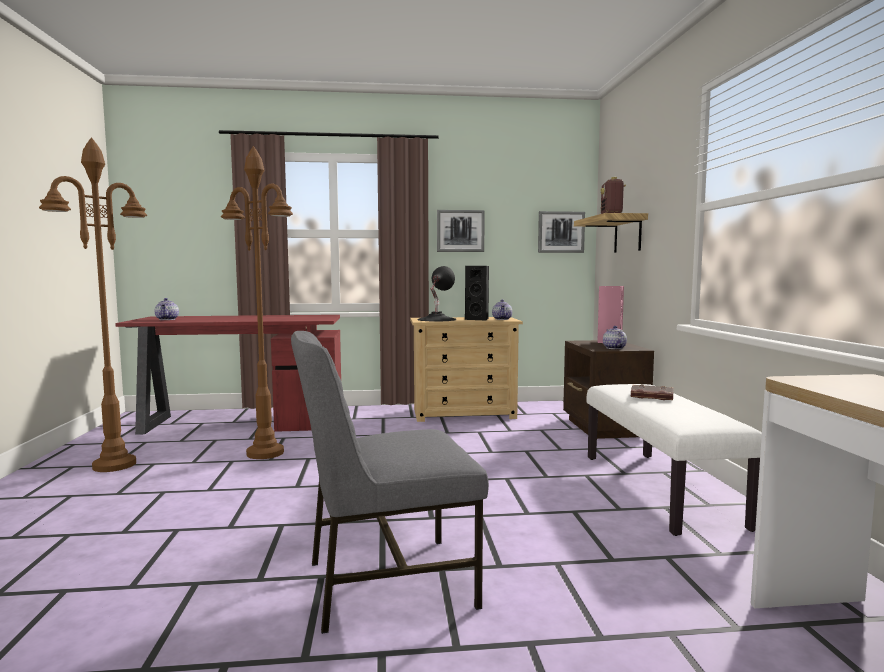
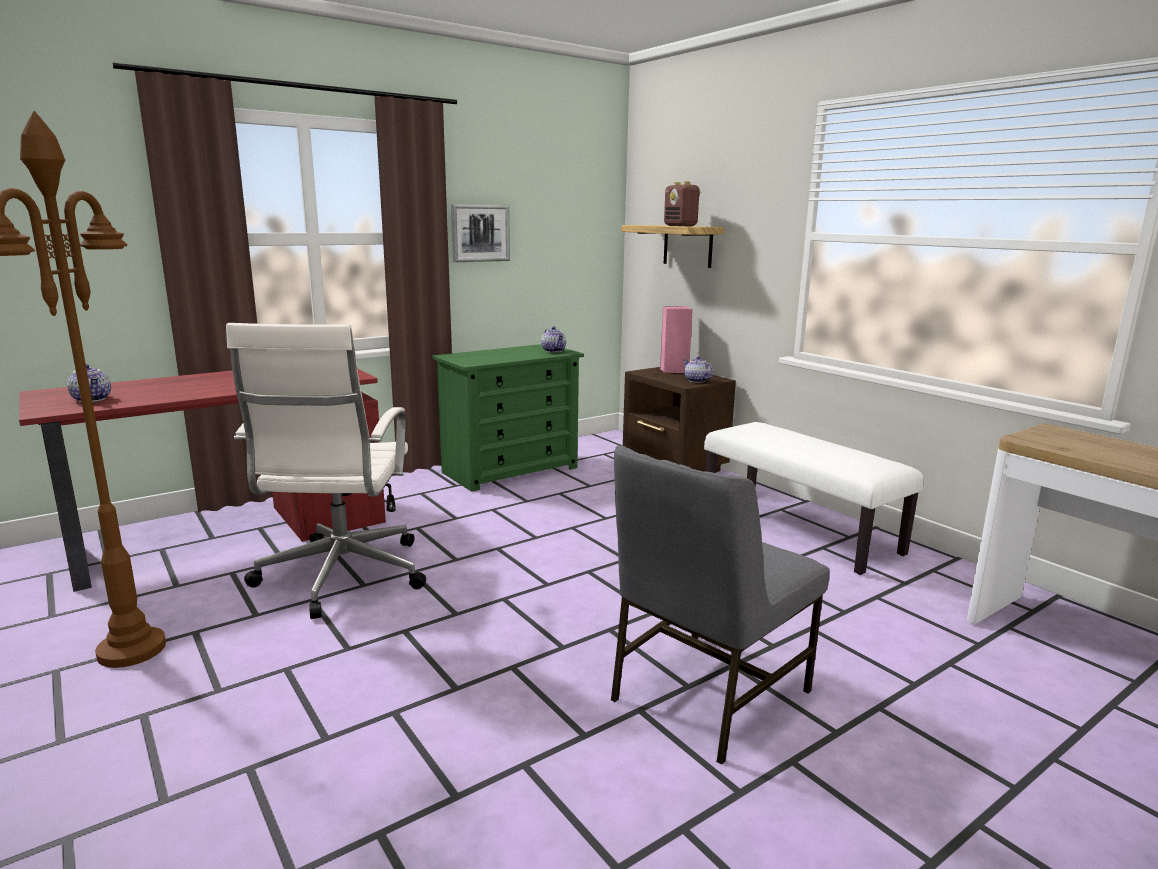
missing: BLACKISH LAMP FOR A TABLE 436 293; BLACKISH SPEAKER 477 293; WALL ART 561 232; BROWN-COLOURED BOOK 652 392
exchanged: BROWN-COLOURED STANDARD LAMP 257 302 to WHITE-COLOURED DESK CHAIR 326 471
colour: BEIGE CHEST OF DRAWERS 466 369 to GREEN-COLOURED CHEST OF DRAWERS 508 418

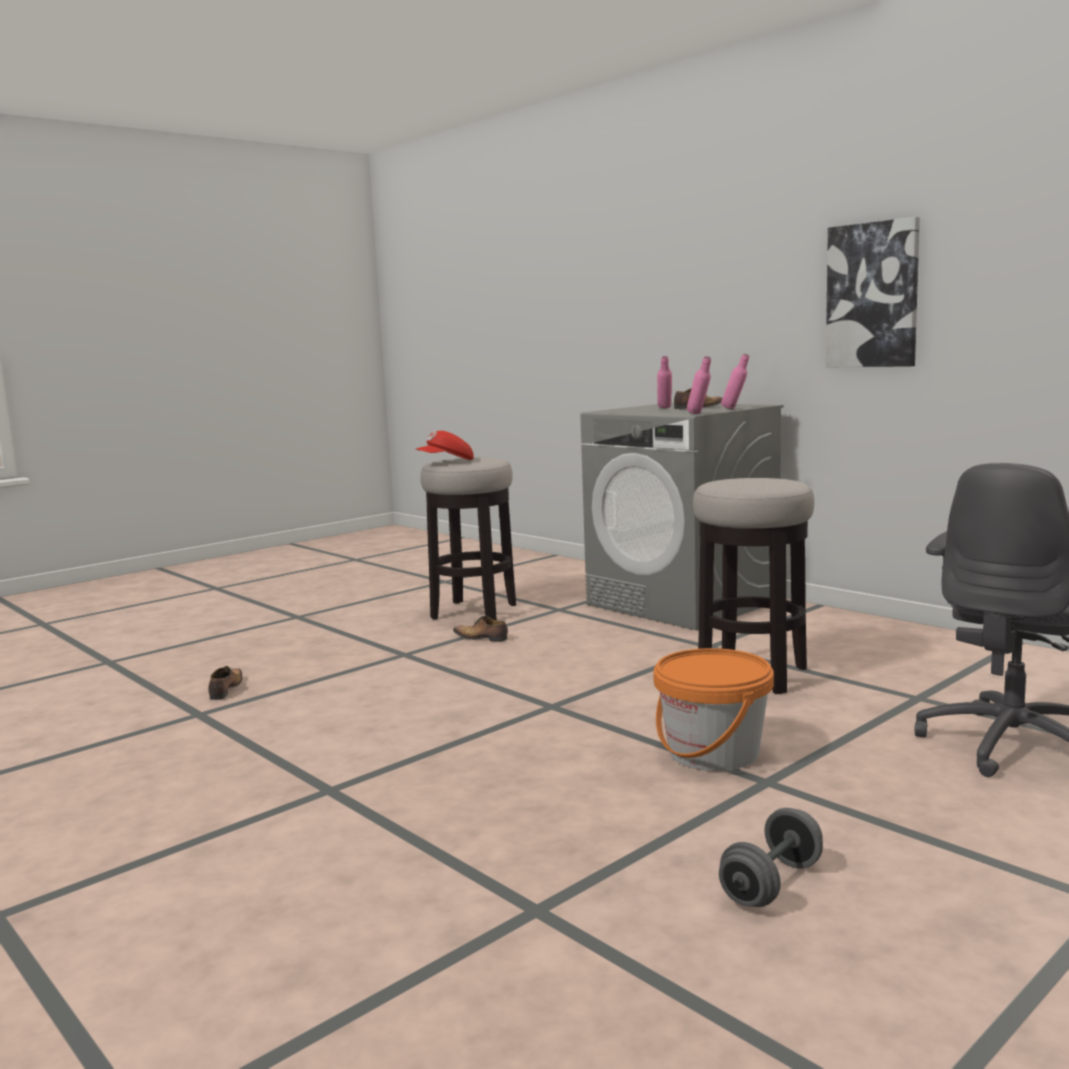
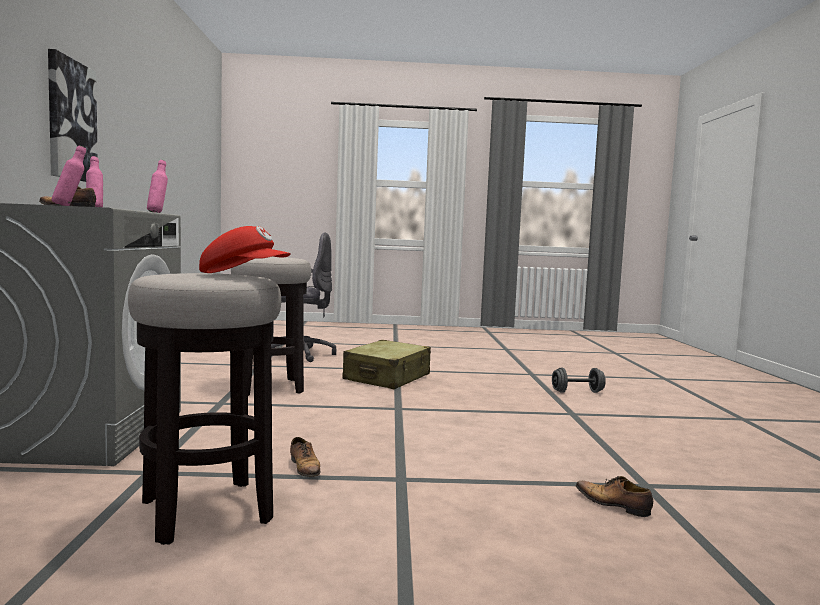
relocated: GREY DUMBBELL 771 857 to 579 380
exchanged: ORANGEY WATER BUCKET 713 709 to BEIGE PIECE OF LUGGAGE 386 364
spun: SHOE 225 683 = 614 496 90 degrees clockwise

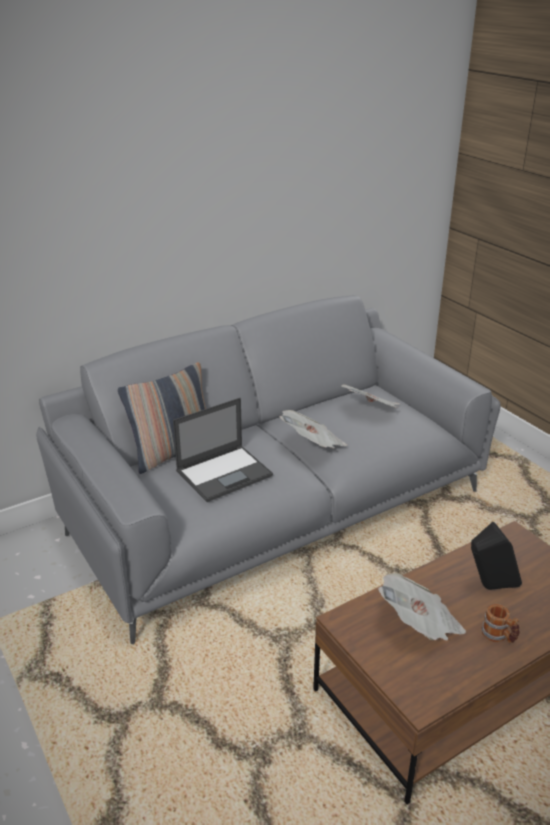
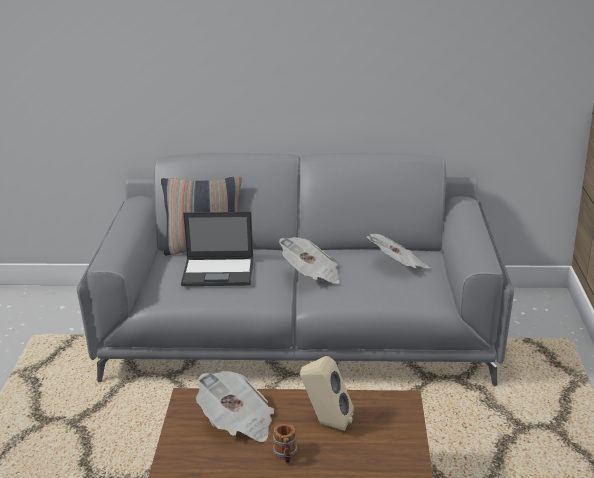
colour: BLACKISH SPEAKER 496 556 to BEIGE SPEAKER 327 393

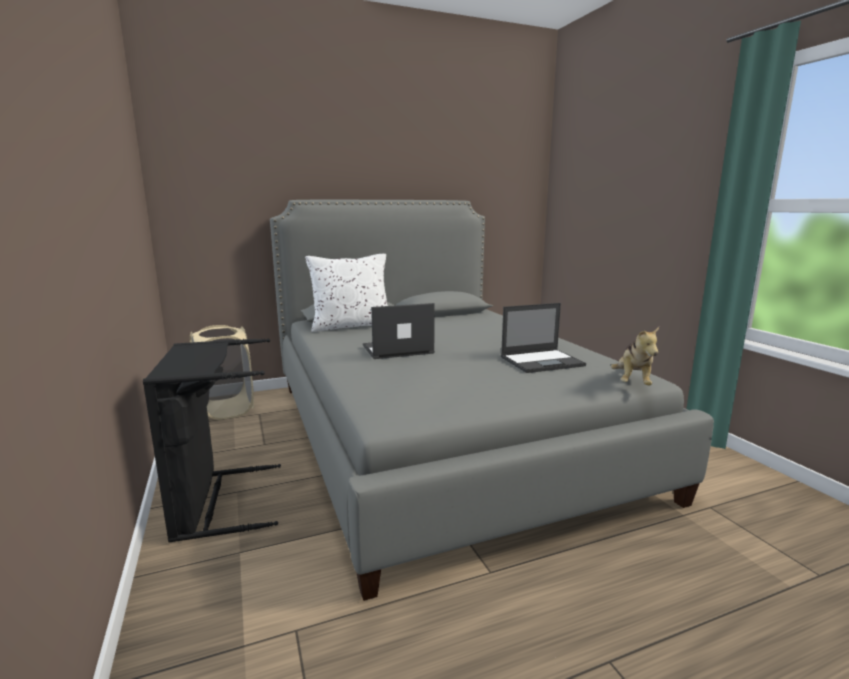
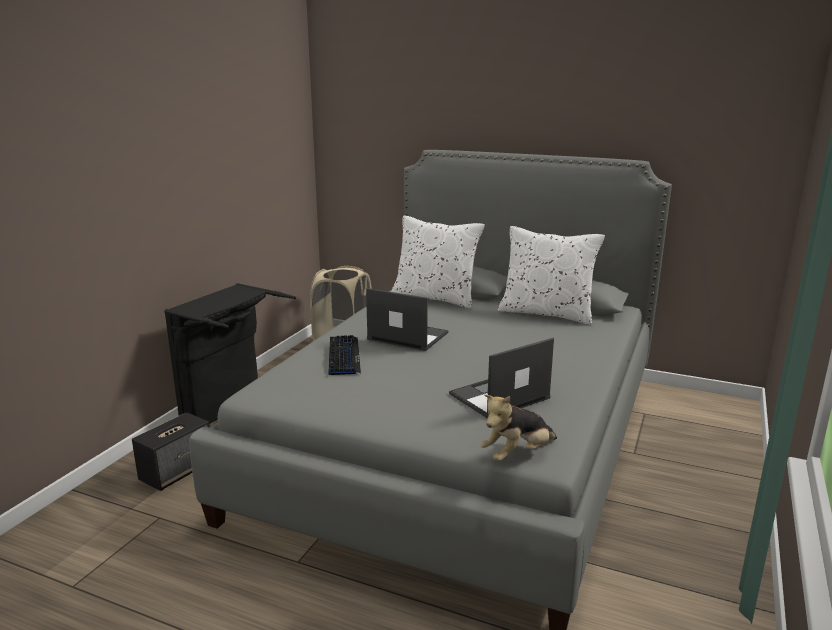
appeared: SPEAKER 171 451; COMPUTER KEYBOARD 344 355; WHITE-COLOURED PILLOW 551 275
spun: NOTEBOOK COMPUTER 543 338 = 501 378 120 degrees clockwise

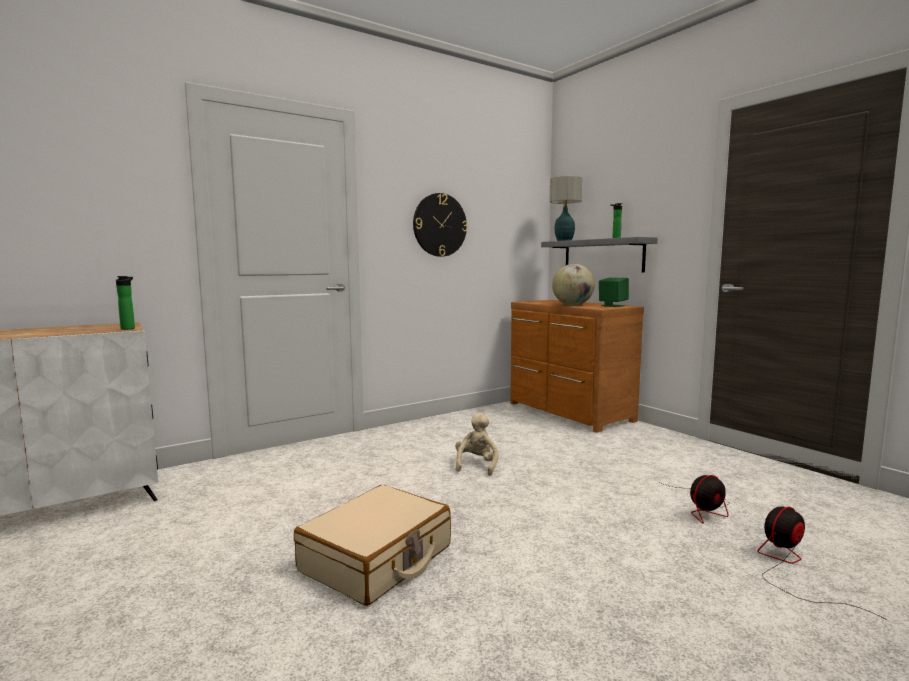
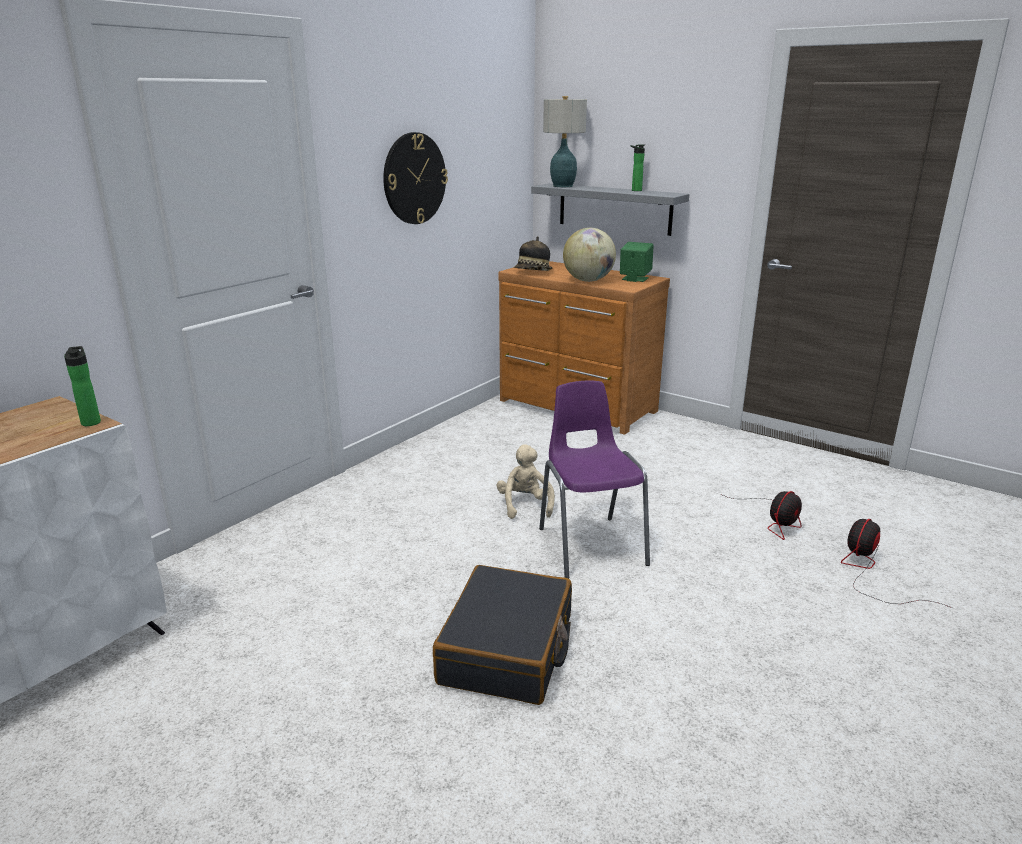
appeared: CLOTHING HAT 533 253; PURPLE-COLOURED CHAIR 594 479
colour: BEIGE PIECE OF LUGGAGE 372 545 to BLACKISH PIECE OF LUGGAGE 502 635

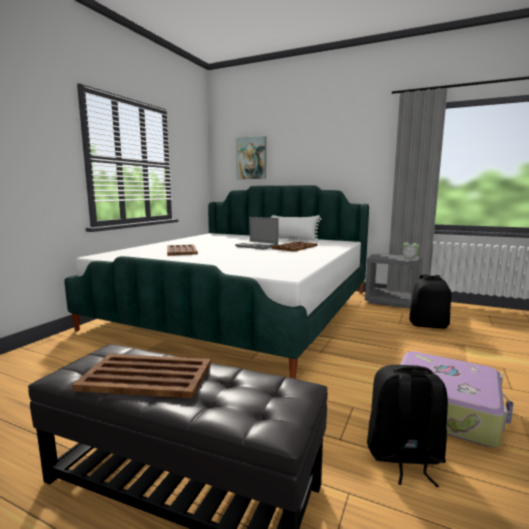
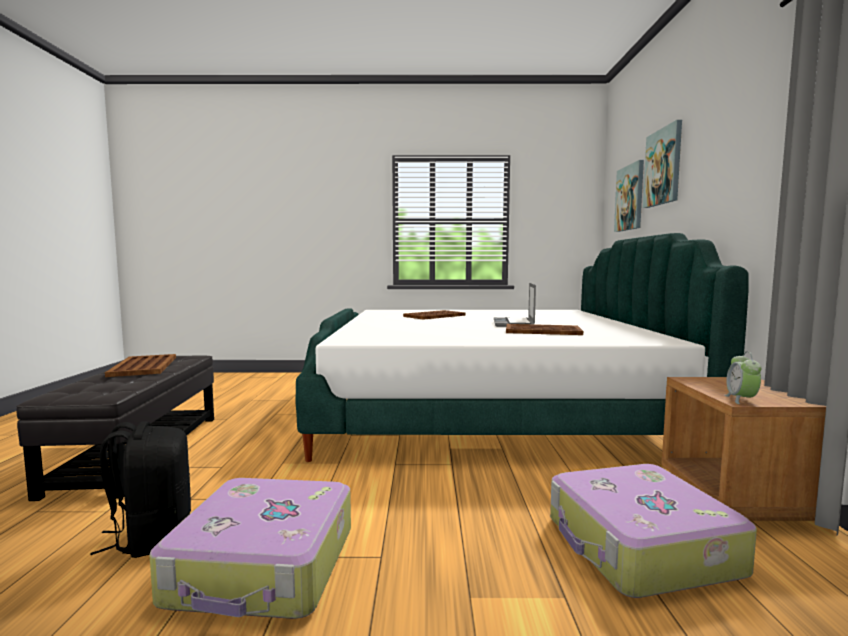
missing: WHITE-COLOURED PILLOW 296 228
appeared: WALL ART 662 164
exchanged: BLACKISH RUCKSACK 430 301 to PIECE OF LUGGAGE 653 531
colour: GREY NIGHTSTAND 392 280 to BROWN-COLOURED NIGHTSTAND 743 449

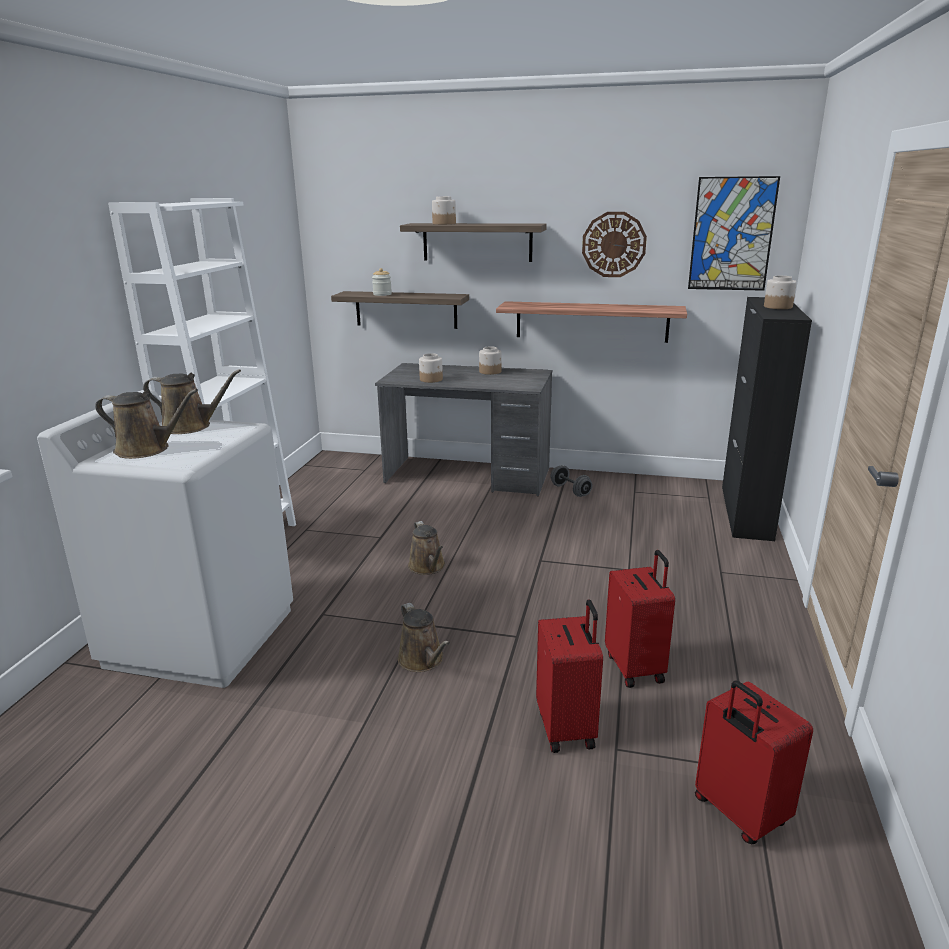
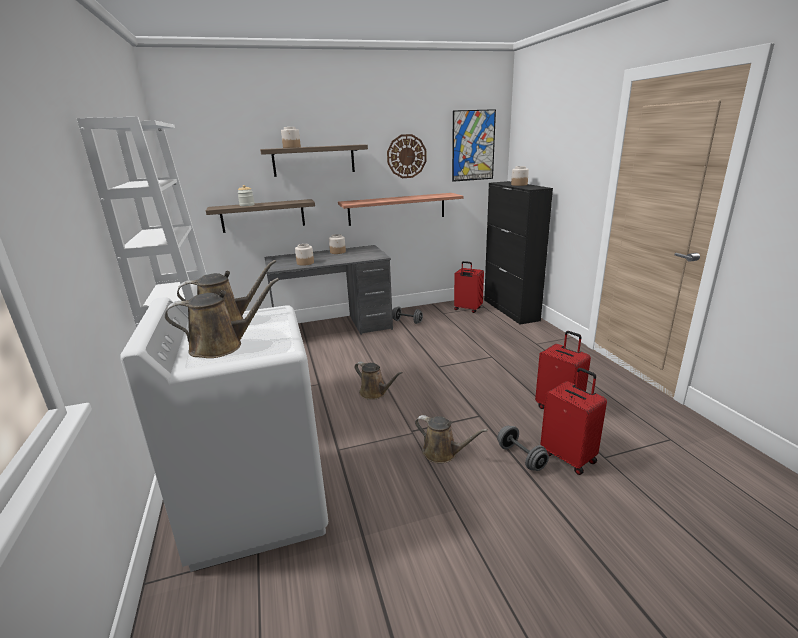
appeared: GREY DUMBBELL 523 448
relocated: RED PIECE OF LUGGAGE 754 762 to 469 287

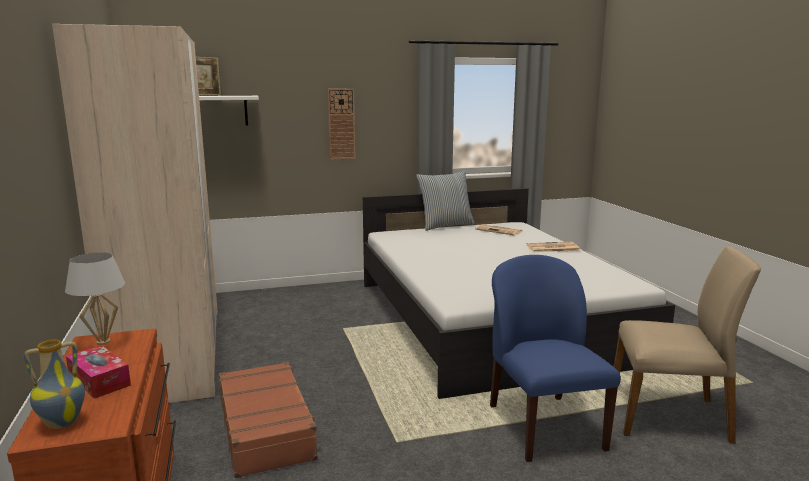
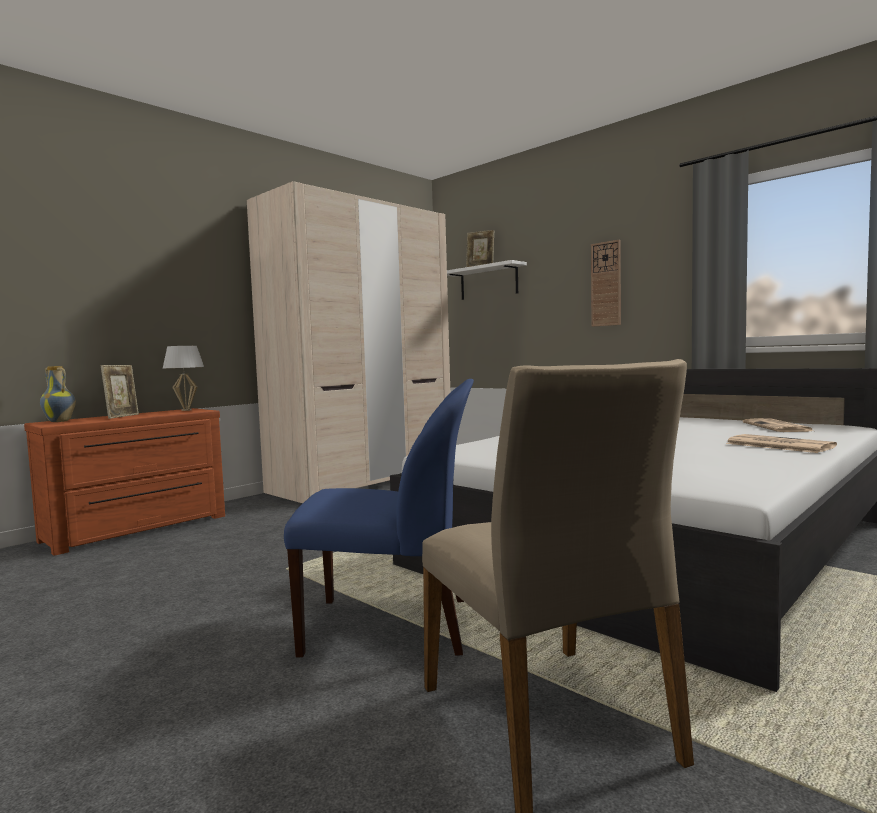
missing: BROWN-COLOURED PIECE OF LUGGAGE 270 420; PILLOW 446 200
exchanged: BOX OF TISSUES 98 372 to PICTURE FRAME 120 392
spun: BLUE CHAIR 555 358 = 379 518 45 degrees clockwise

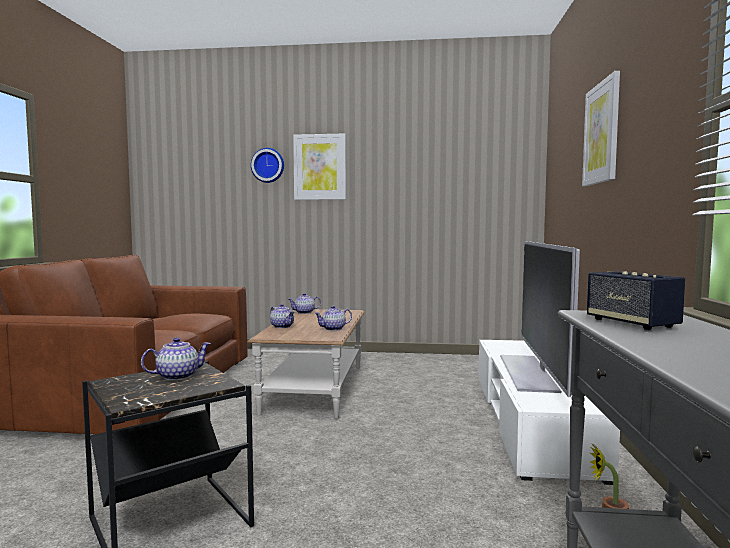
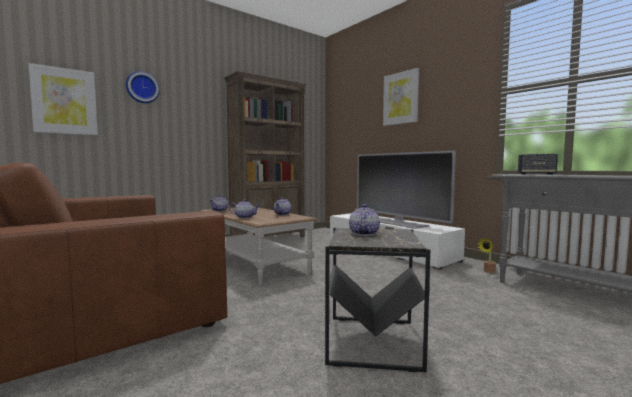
appeared: BROWN-COLOURED SHELVING UNIT 265 154
relocated: WALL ART 319 167 to 63 99

